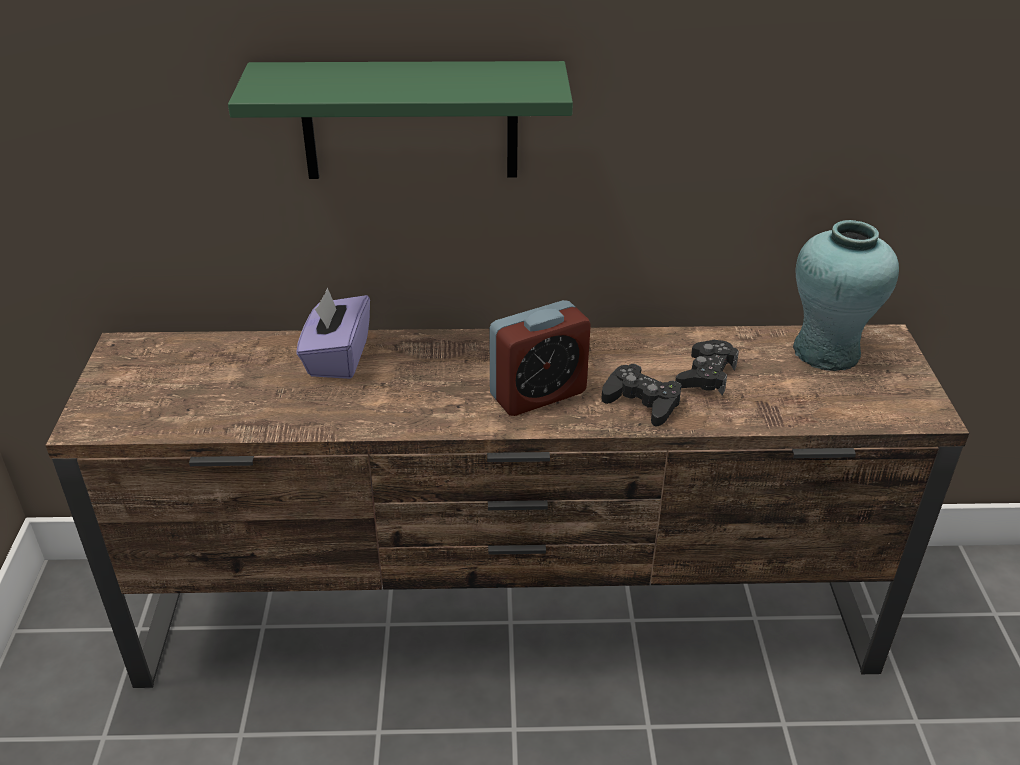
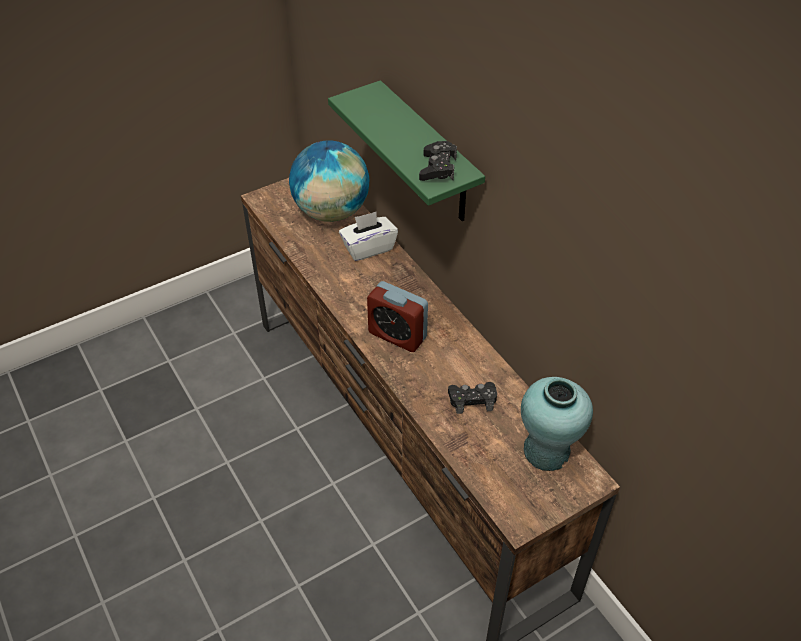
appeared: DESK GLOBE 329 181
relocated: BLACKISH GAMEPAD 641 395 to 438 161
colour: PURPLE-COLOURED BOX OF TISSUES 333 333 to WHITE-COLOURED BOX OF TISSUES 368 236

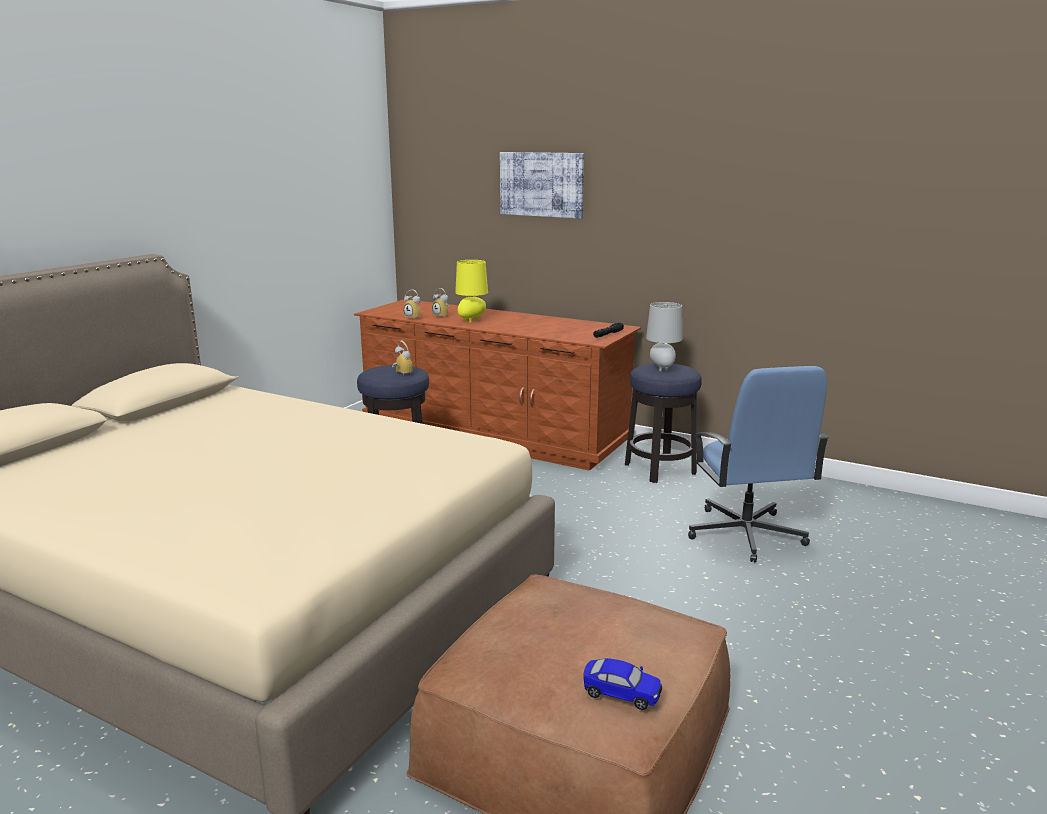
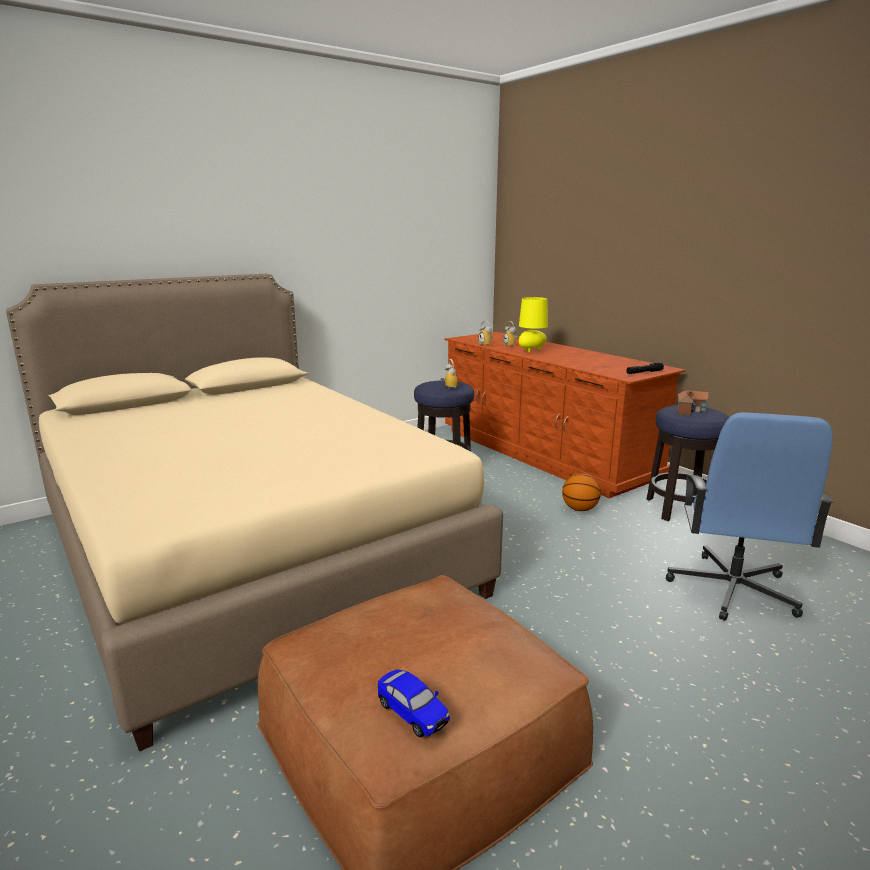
missing: WALL ART 542 185
appeared: BALL FOR BASKETBALL 581 492
exchanged: GREY LAMP FOR A TABLE 664 336 to MINIATURE HOUSE 693 402

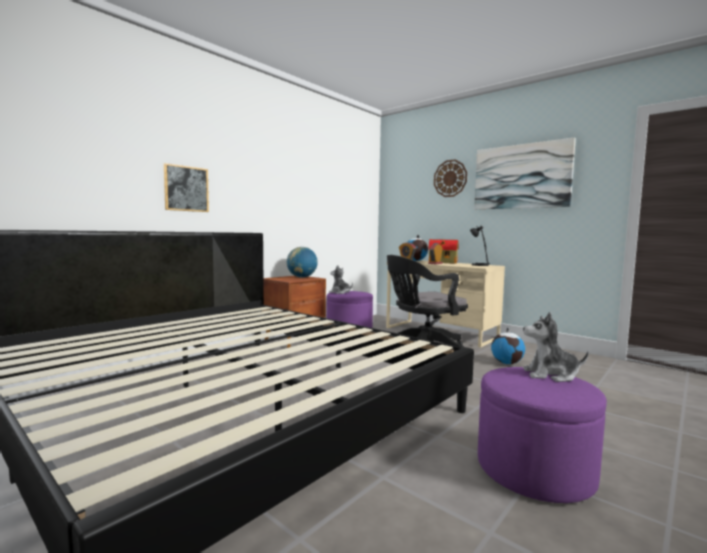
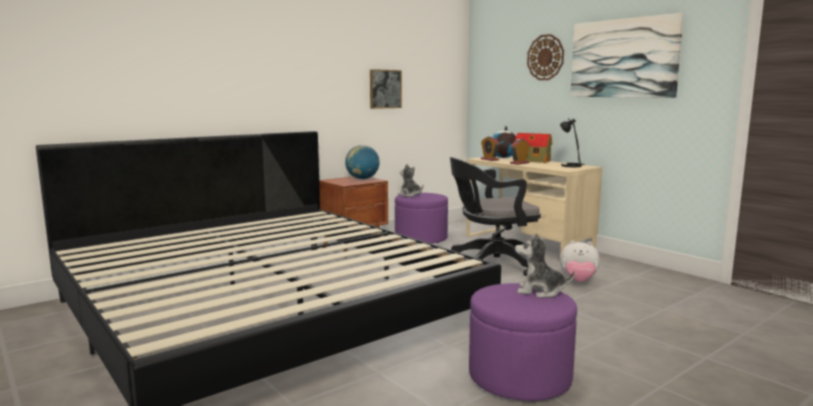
relocated: WALL ART 186 187 to 386 89
exchanged: DESK GLOBE 508 346 to SOFT TOY 580 261

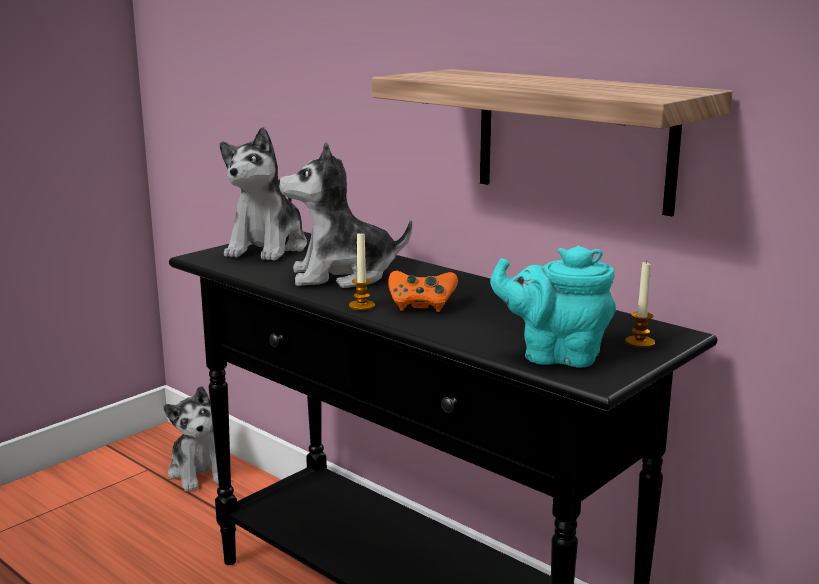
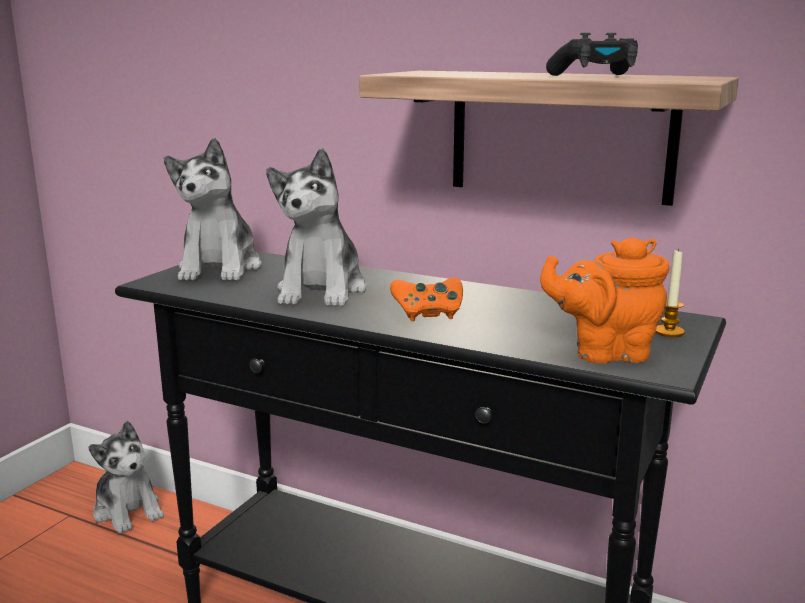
missing: CANDLE 362 271
appeared: BLACKISH GAMEPAD 592 54
colour: BLUE-GREEN POT FOR TEA 553 307 to ORANGEY POT FOR TEA 604 300
spun: SOFT TOY 345 215 = 316 227 60 degrees counterclockwise

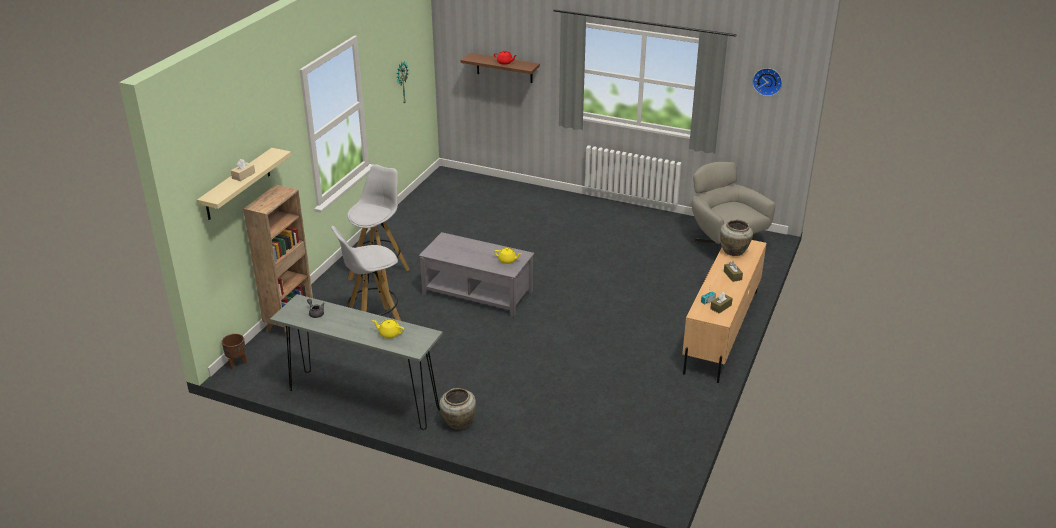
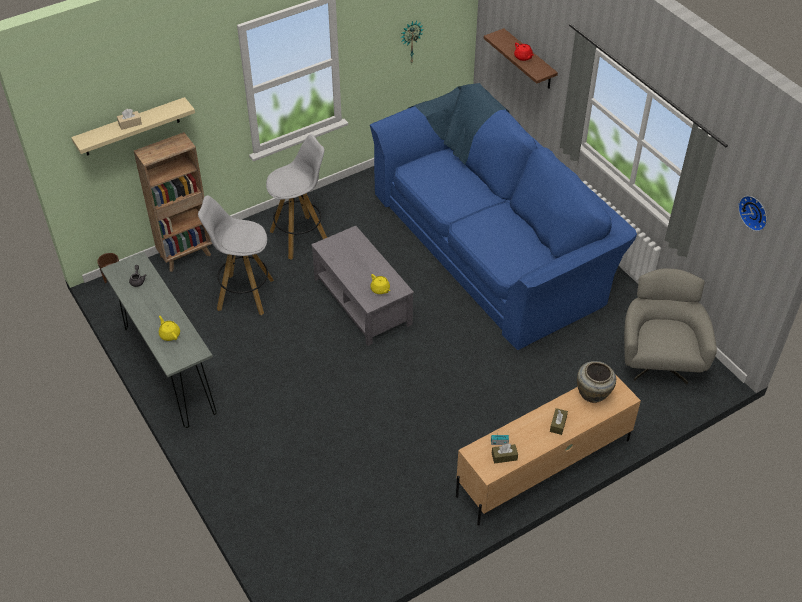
missing: BEIGE DECORATIVE VASE 457 409
appeared: BLUE COUCH 503 216

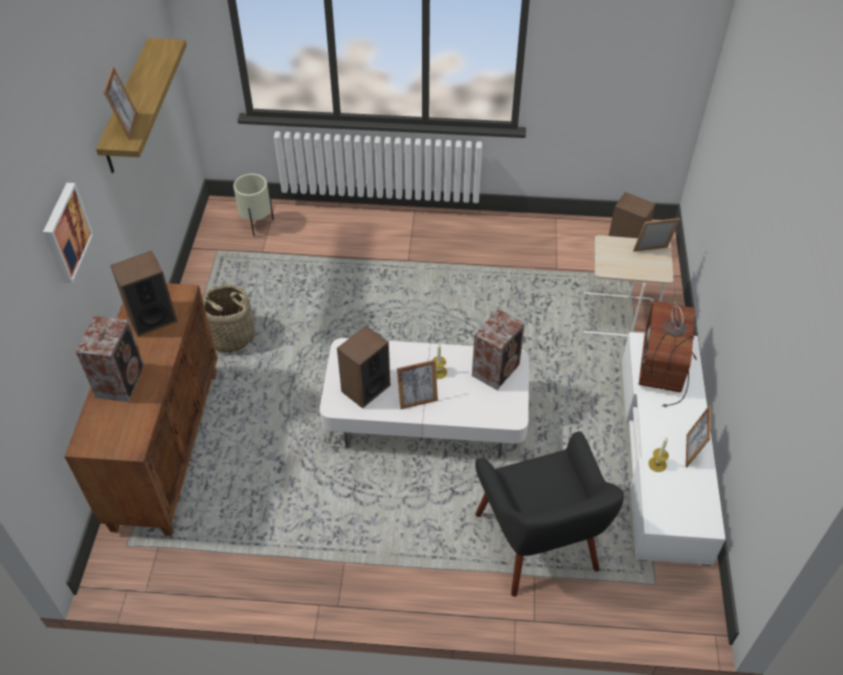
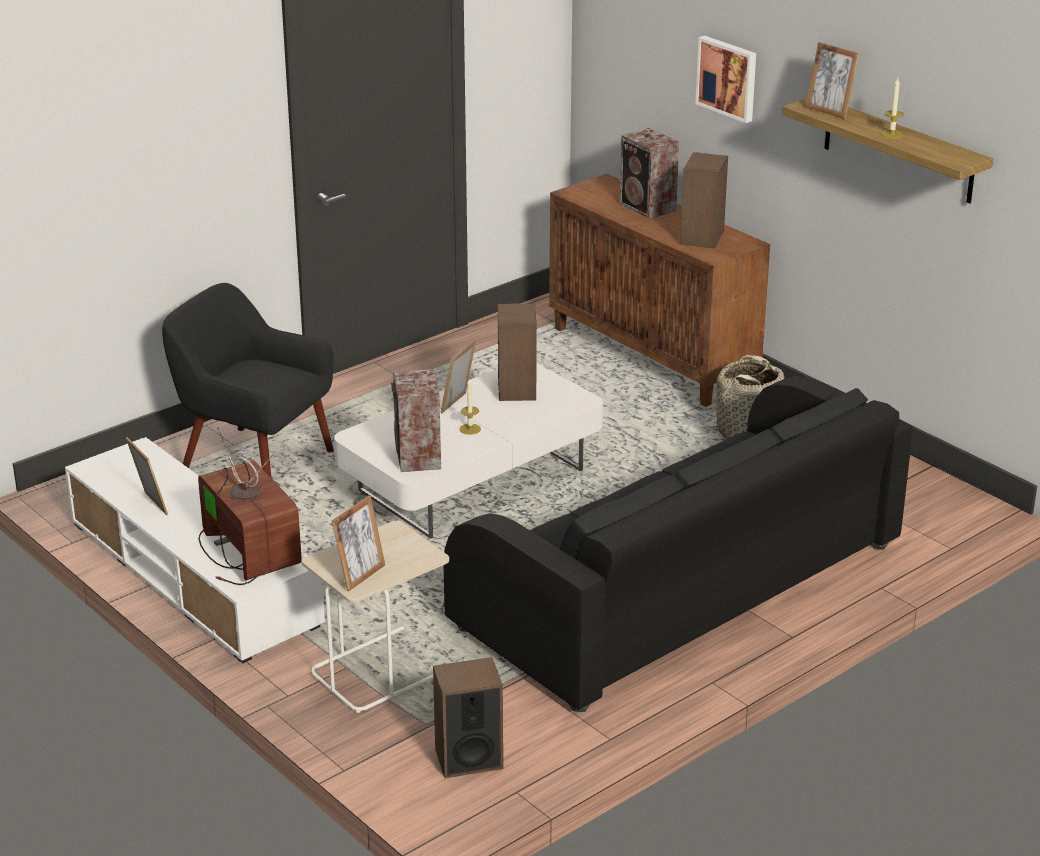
missing: BEIGE FLOWER POT 253 205
appeared: BLACKISH COUCH 678 544
relocated: CANDLE 658 454 to 892 108

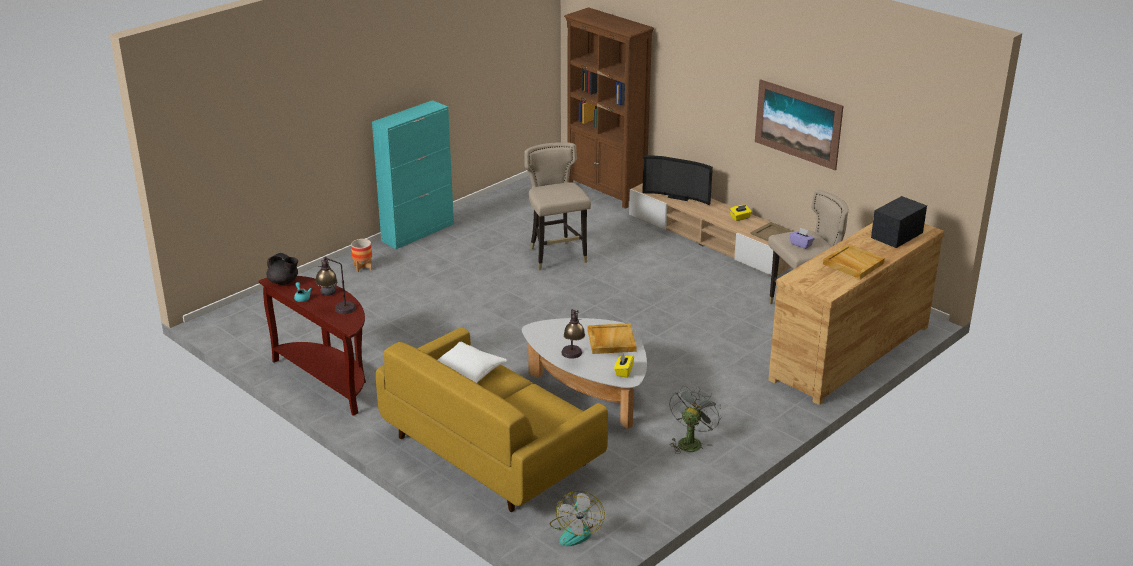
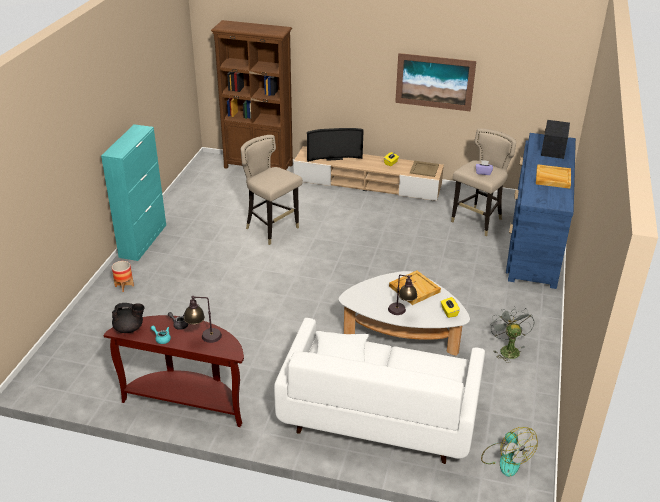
colour: YELLOW-COLOURED COUCH 492 419 to WHITE-COLOURED COUCH 379 391; BROWN-COLOURED CHEST OF DRAWERS 856 314 to BLUE CHEST OF DRAWERS 541 211

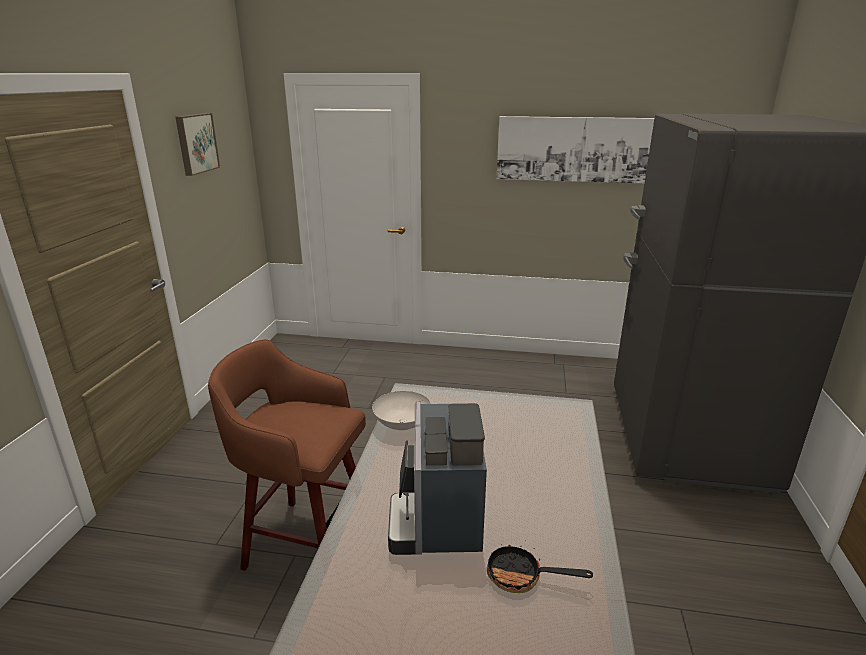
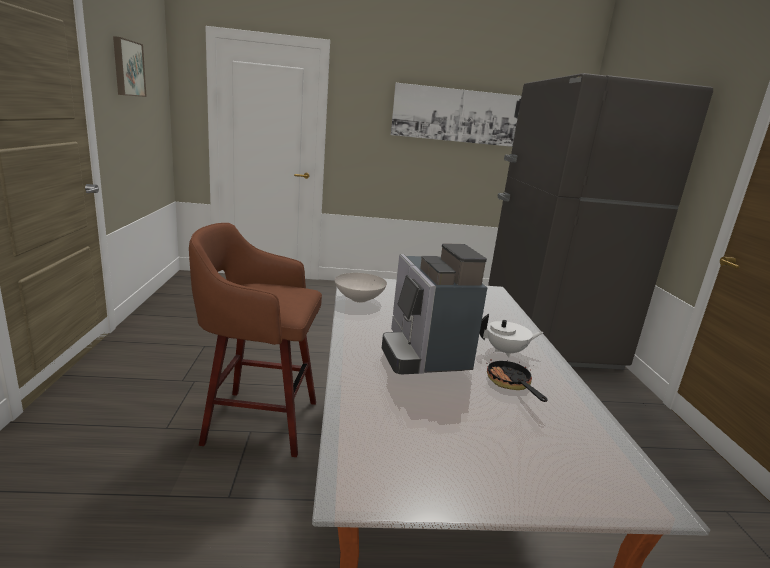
appeared: WHITE-COLOURED POT FOR TEA 511 336
spun: PAN 540 569 = 517 380 75 degrees clockwise

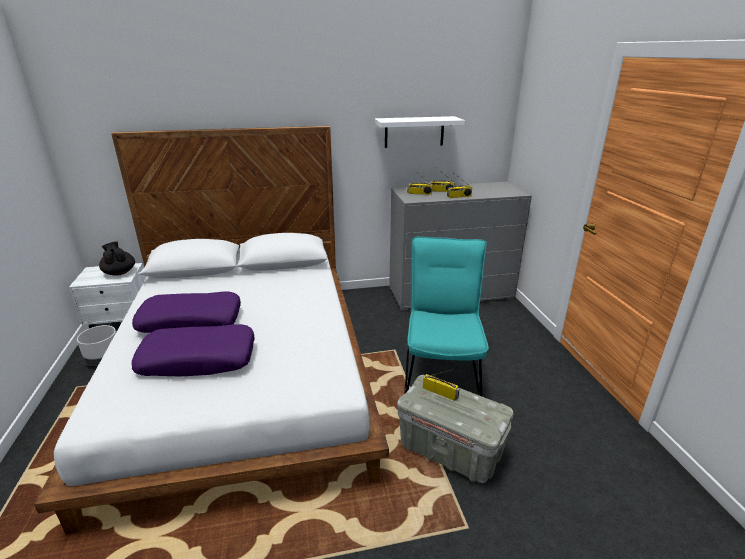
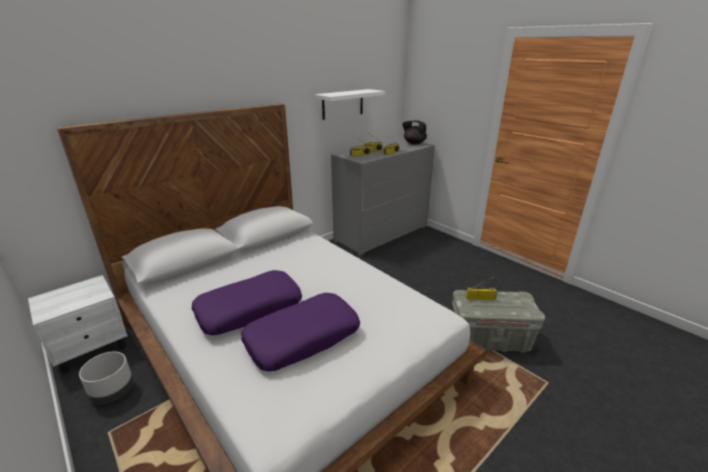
missing: BLUE-GREEN CHAIR 446 316
relocated: BLACKISH POT FOR TEA 117 258 to 414 132

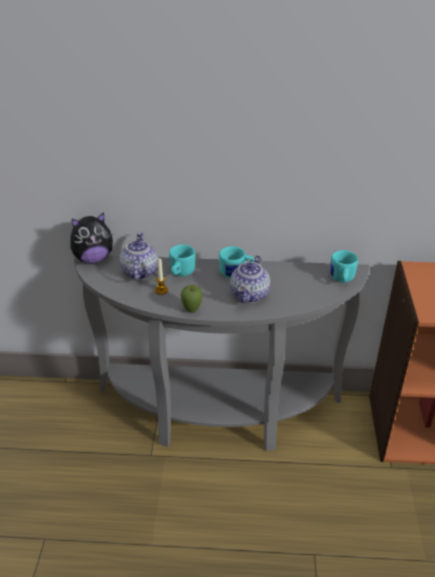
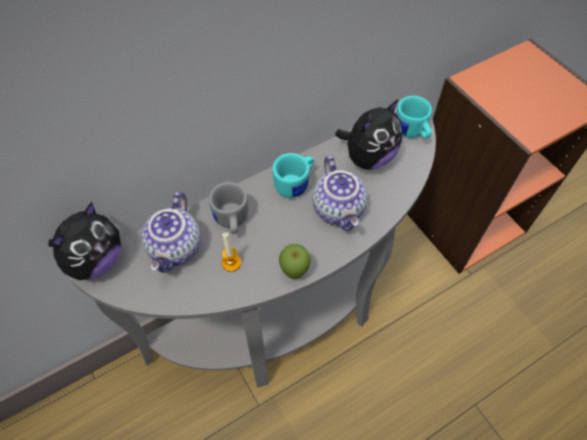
appeared: SOFT TOY 368 134
colour: BLUE-GREEN COFFEE MUG 182 260 to GREY COFFEE MUG 228 208
spun: POT FOR TEA 139 256 = 171 232 135 degrees counterclockwise

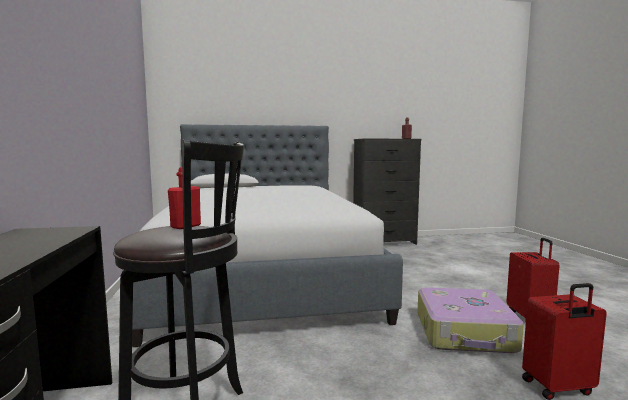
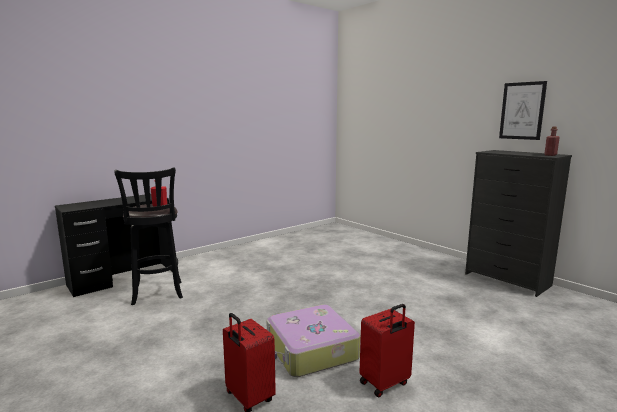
missing: SLEEPING BED 263 235
appeared: WALL ART 523 110

